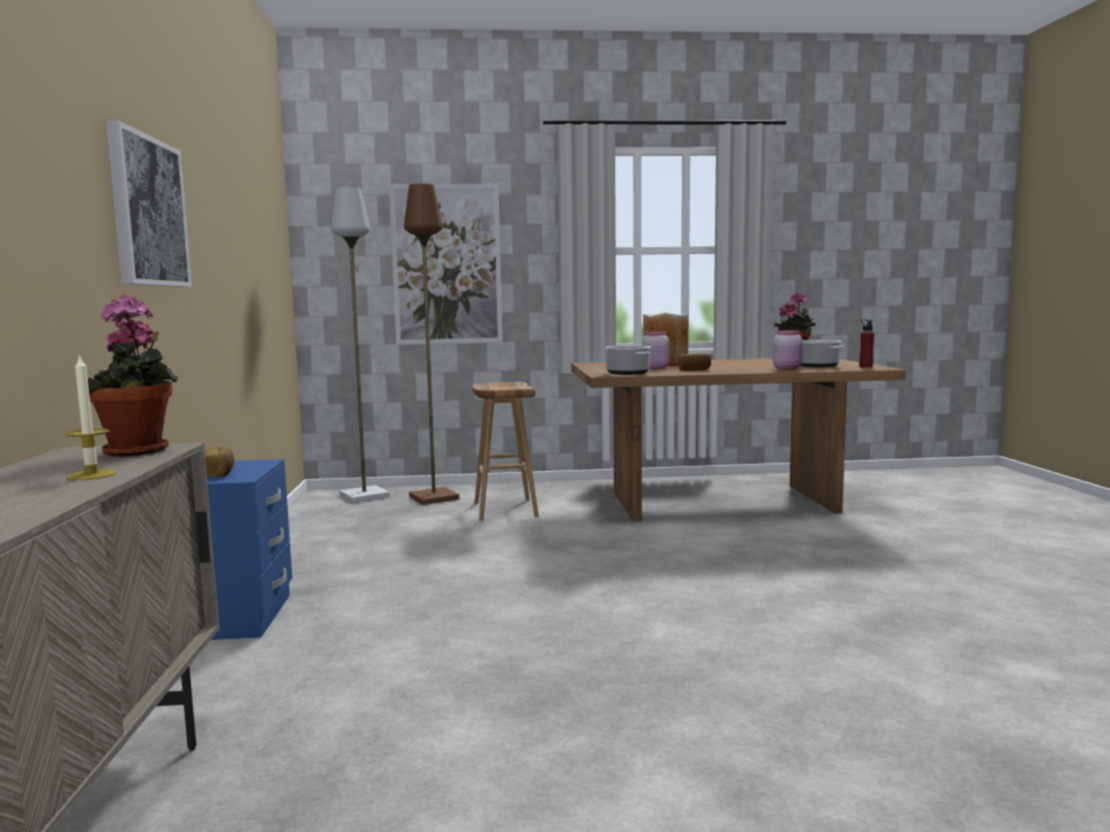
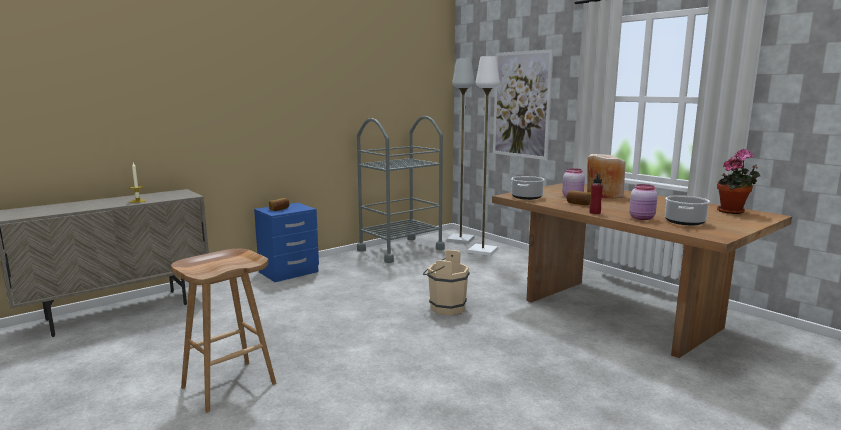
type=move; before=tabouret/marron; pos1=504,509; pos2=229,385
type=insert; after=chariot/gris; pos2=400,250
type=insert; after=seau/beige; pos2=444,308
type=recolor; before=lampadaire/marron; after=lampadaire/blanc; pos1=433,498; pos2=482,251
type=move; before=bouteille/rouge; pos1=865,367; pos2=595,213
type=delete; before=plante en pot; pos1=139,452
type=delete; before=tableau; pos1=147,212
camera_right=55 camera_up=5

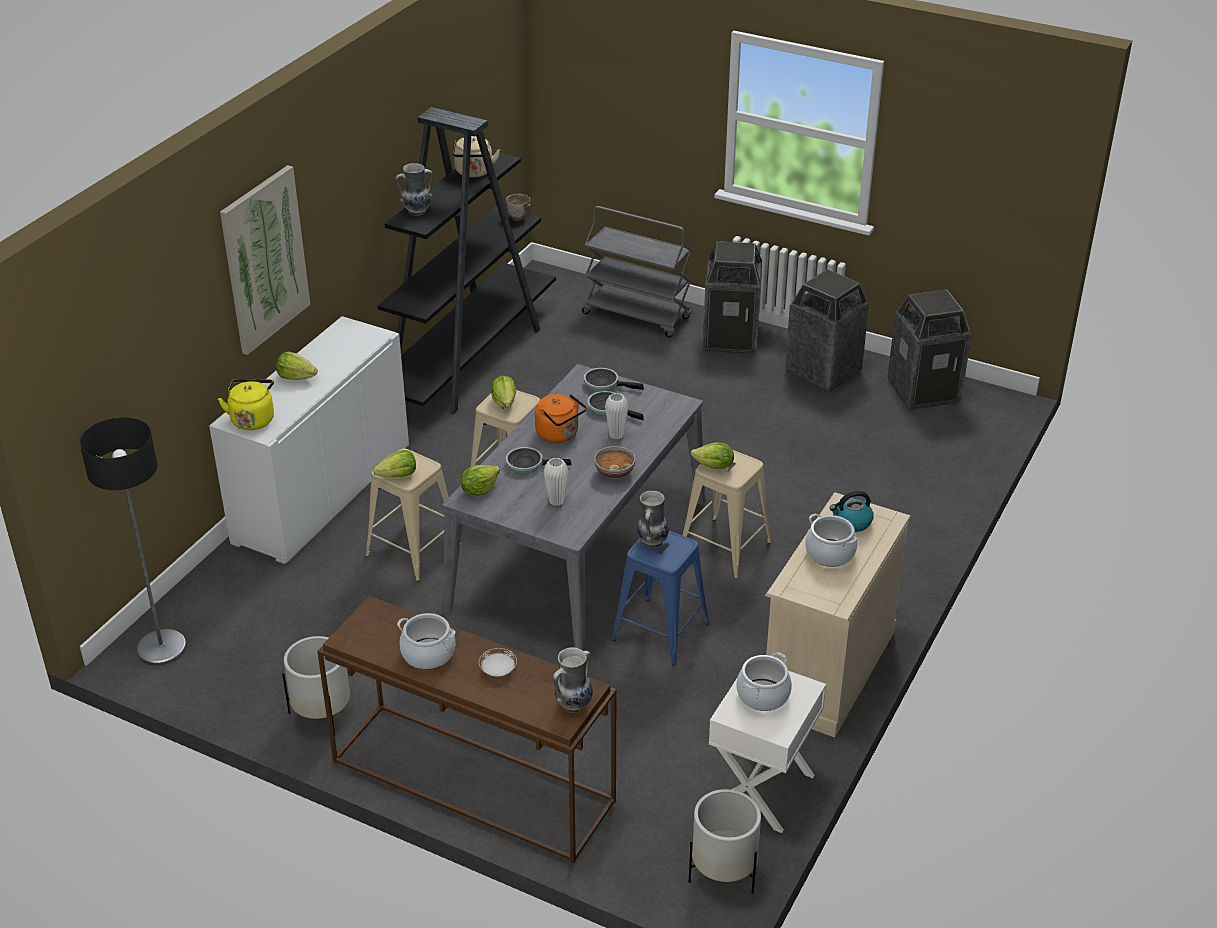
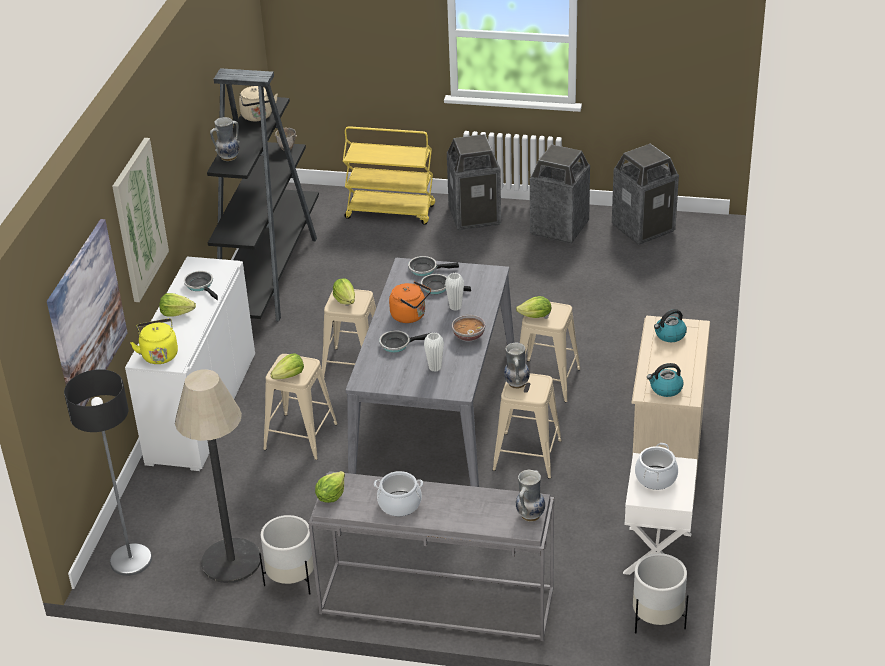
type=insert; after=tableau; pos2=86,317
type=insert; after=lampadaire; pos2=231,561
type=insert; after=poêle; pos2=201,285
type=recolor; before=table console/marron; after=table console/gris; pos1=470,782; pos2=435,602
type=move; before=laitue; pos1=479,490; pos2=331,496
type=recolor; before=chariot/gris; after=chariot/jaune; pos1=637,316; pos2=391,212
type=recolor; before=tabouret/bleu; after=tabouret/beige; pos1=660,631; pos2=527,455
type=insert; after=bouilloire; pos2=665,389
type=delete; before=assiette/blanc; pos1=498,670
type=delete; before=marmite; pos1=830,553
camera_right=-15 camera_up=0

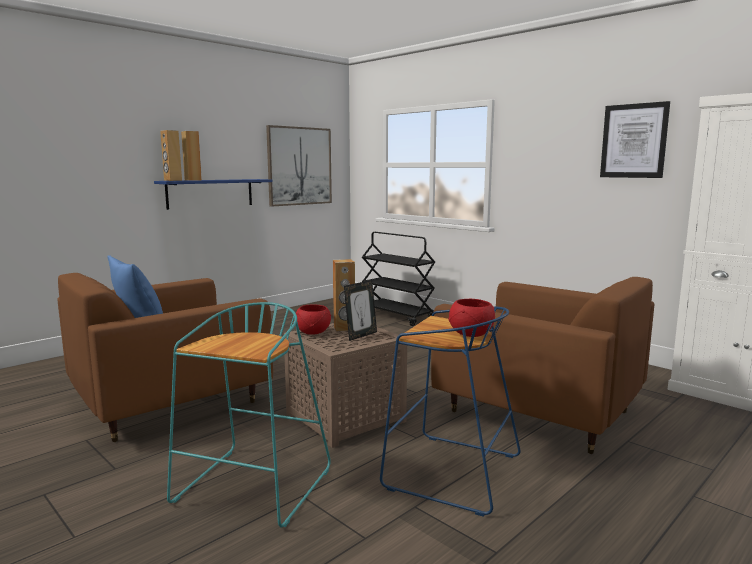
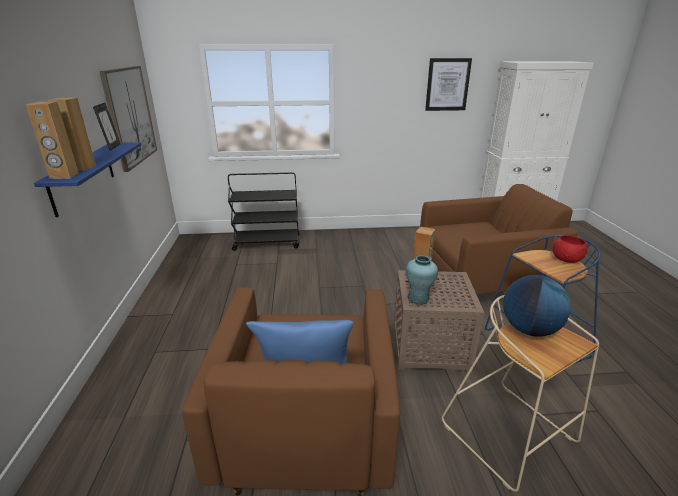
type=move; before=cadre photo; pos1=361,335; pos2=112,147
type=replace; before=bol/rouge; after=vase/turquoise; pos1=312,332; pos2=418,298
type=recolor; before=tabouret/turquoise; after=tabouret/beige; pos1=253,488; pos2=510,434
type=insert; after=globe; pos2=529,329
camera_right=-50 camera_up=15

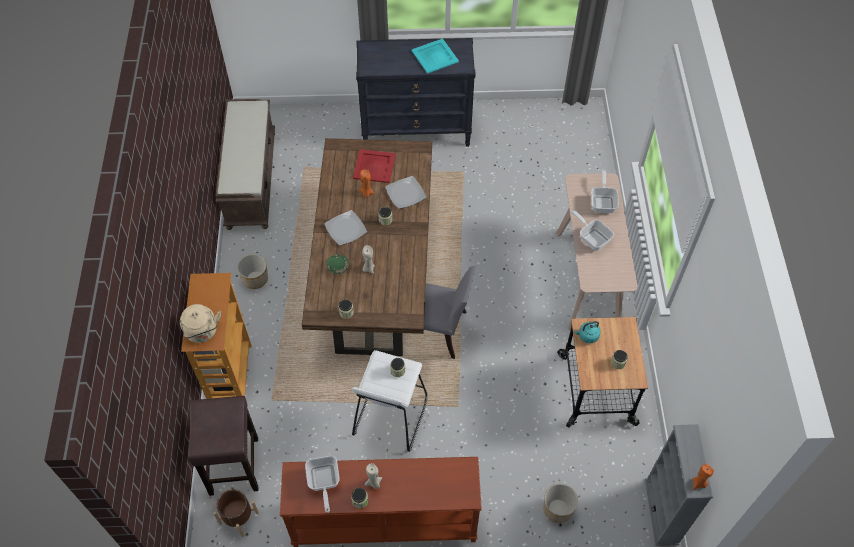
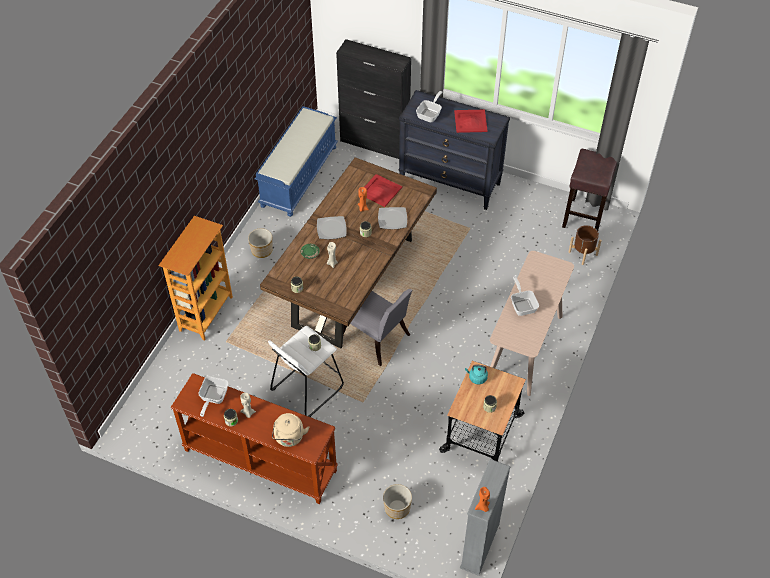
type=recolor; before=banc/marron; after=banc/bleu; pos1=250,179; pos2=298,175
type=move; before=bouilloire/beige; pos1=202,332; pos2=289,438
type=insert; after=meuble de rangement/noir; pos2=375,143
type=move; before=poêle; pos1=603,202; pos2=430,114
type=recolor; before=plateau/turquoise; after=plateau/rouge; pos1=435,56; pos2=471,121
type=move; before=tabouret/marron; pos1=234,464; pos2=584,216
type=move; before=cache-pot/marron; pos1=238,517; pos2=583,253
camera_right=25 camera_up=-5

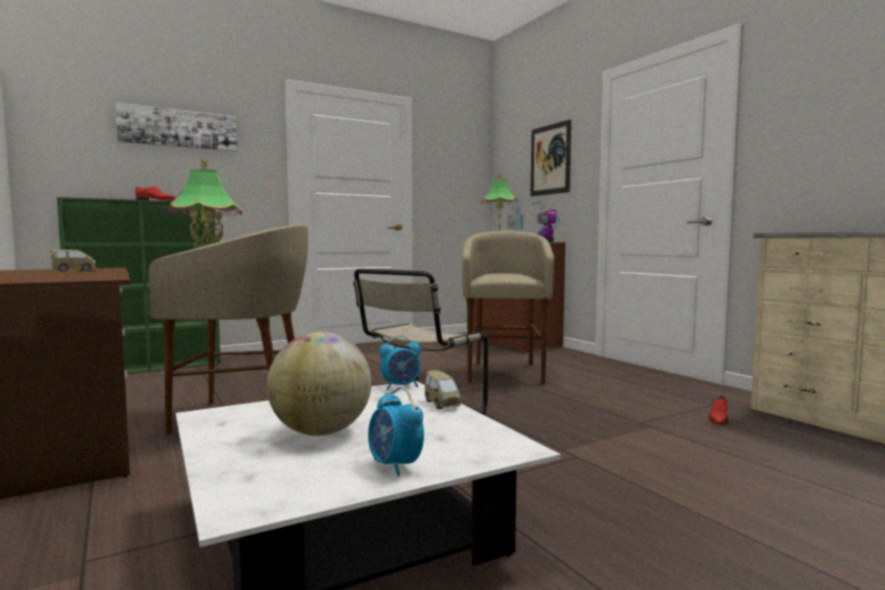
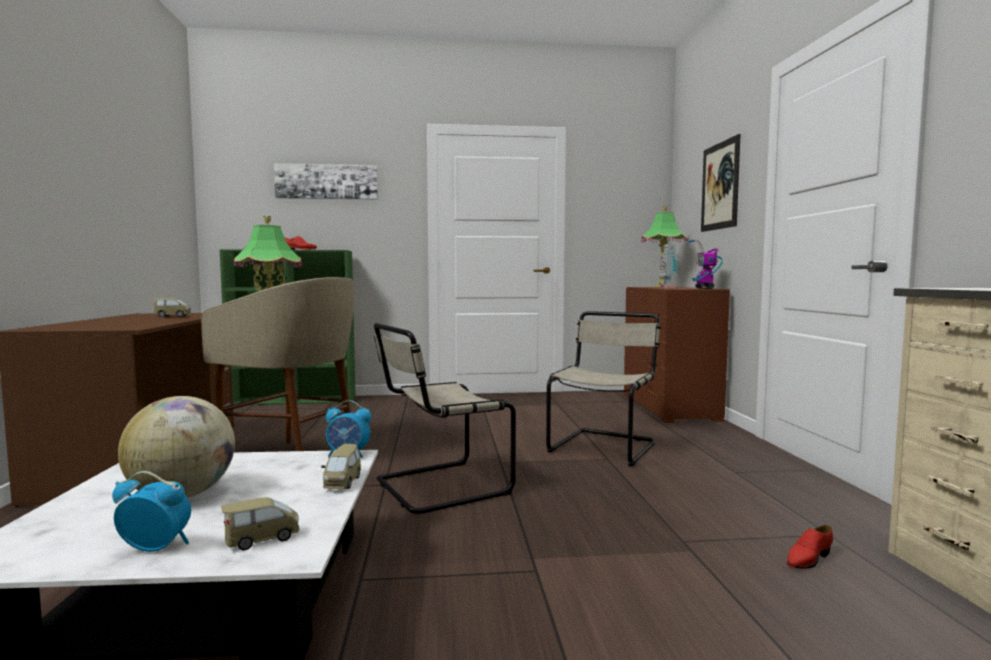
type=rotate; before=réveil; pos1=395,466; pos2=156,548; turn=105
type=insert; after=petite voiture; pos2=262,539
type=replace; before=tabouret/beige; after=chaise/beige; pos1=505,373; pos2=604,447
camera_right=25 camera_up=0

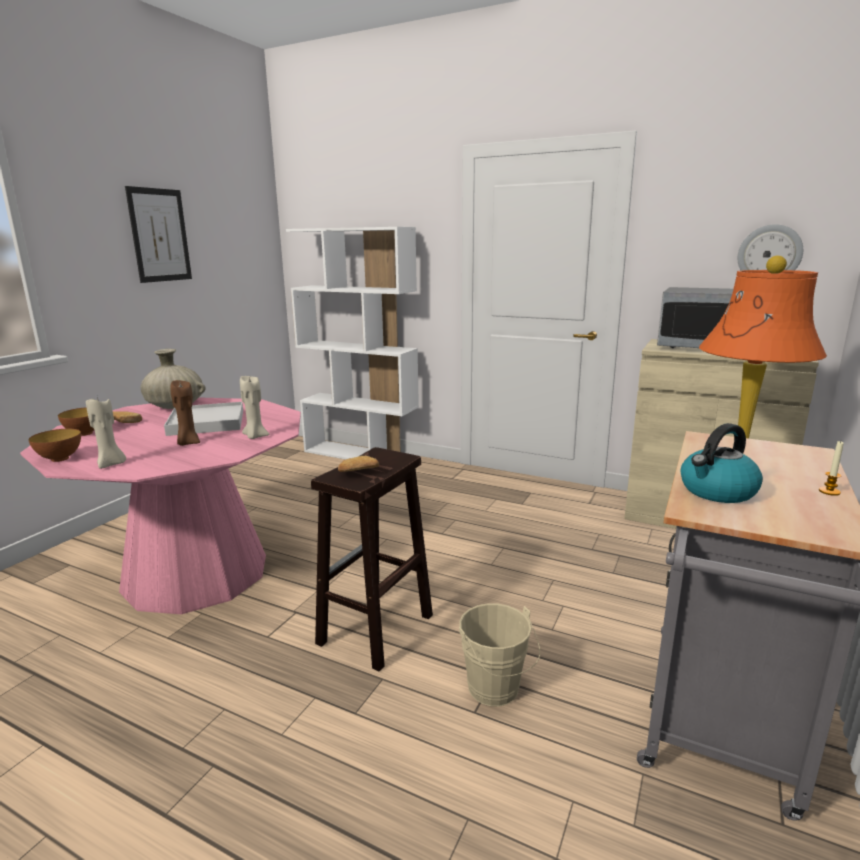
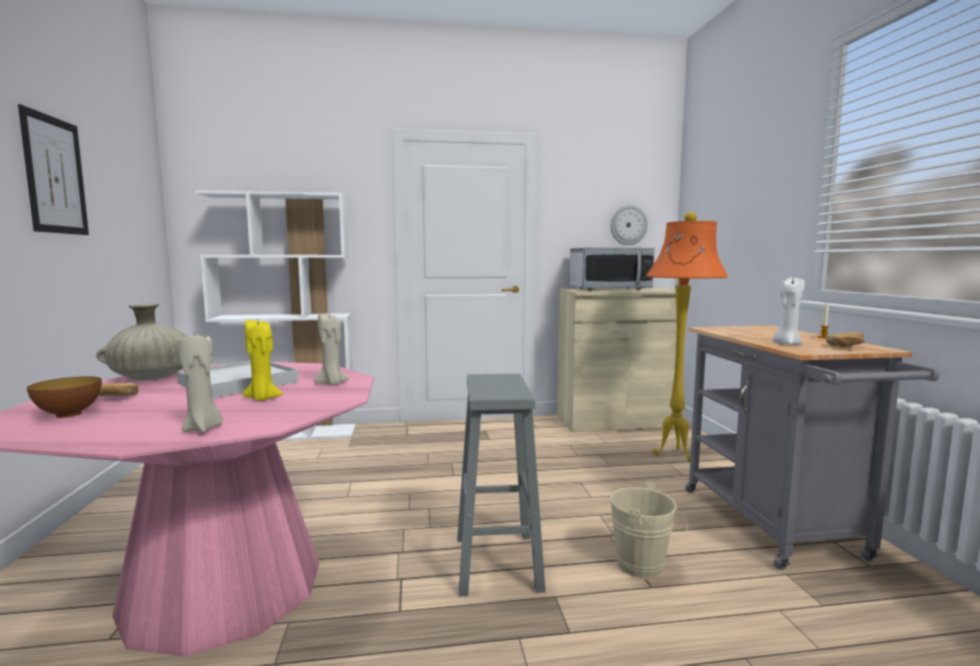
type=recolor; before=bougie/marron; after=bougie/jaune; pos1=188,443; pos2=262,399
type=recolor; before=tabouret/marron; after=tabouret/gris; pos1=375,630; pos2=498,564
type=replace; before=bouilloire; after=bougie/blanc; pos1=717,491; pos2=786,343
type=move; before=pain; pos1=356,473; pos2=847,348
type=delete; before=bol; pos1=60,459
camera_right=-35 camera_up=-10

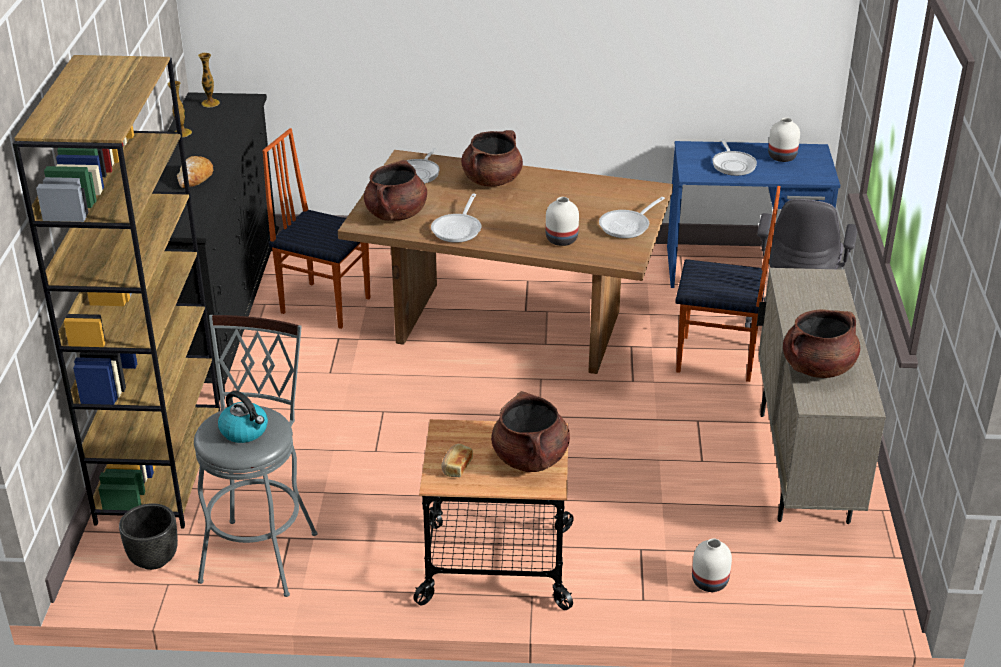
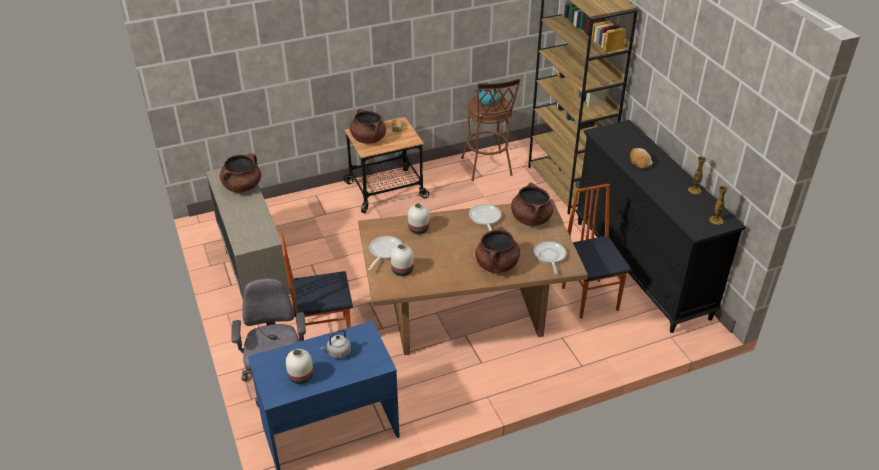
type=replace; before=poêle; after=bouilloire/gris; pos1=733,165; pos2=338,353
type=move; before=vase/blanc; pos1=710,583; pos2=402,270
type=recolor; before=tabouret/gris; after=tabouret/marron; pos1=263,550; pos2=487,169
type=rotate; before=chaise; pos1=325,304; pos2=590,298; turn=-105
type=delete; before=cache-pot/noir; pos1=153,559
camera_right=155 camera_up=5

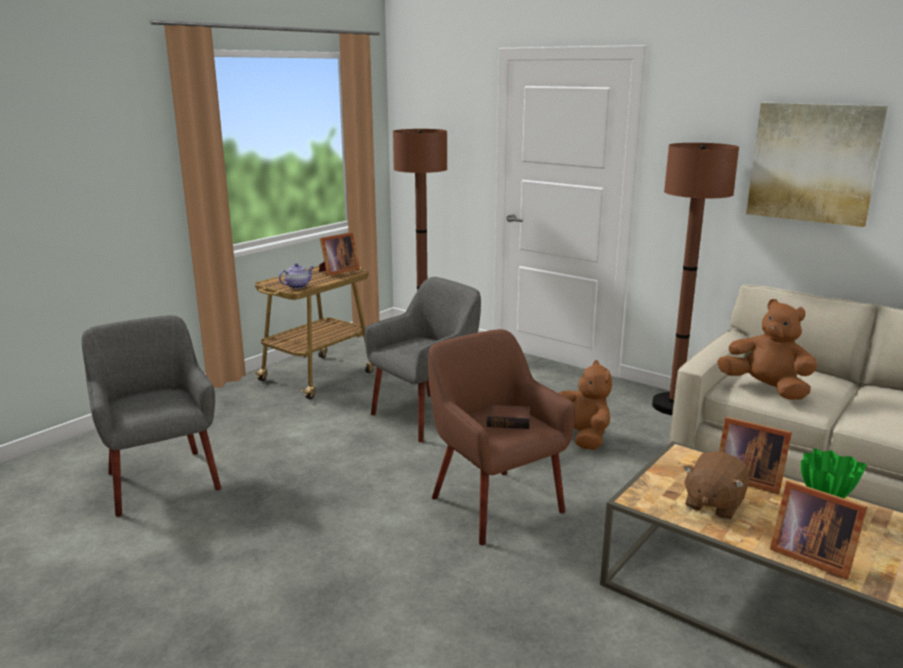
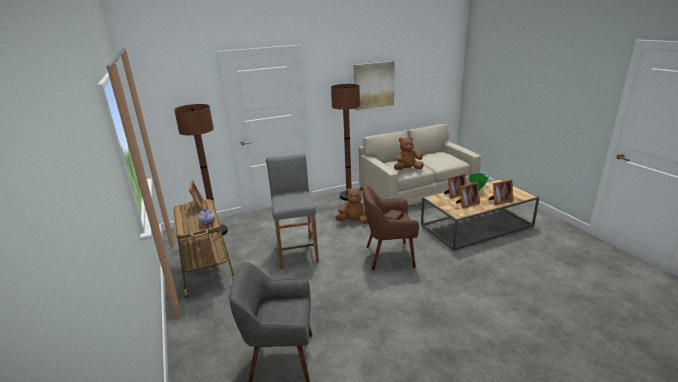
type=replace; before=fauteuil/gris; after=tabouret/gris; pos1=426,416; pos2=297,252
type=replace; before=peluche/marron; after=cadre photo; pos1=713,504; pos2=466,204
camera_right=-60 camera_up=5

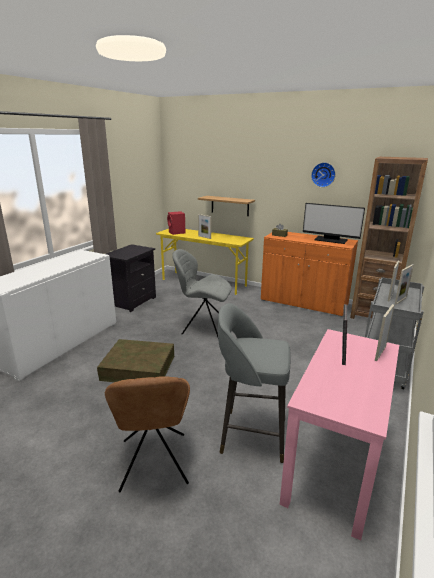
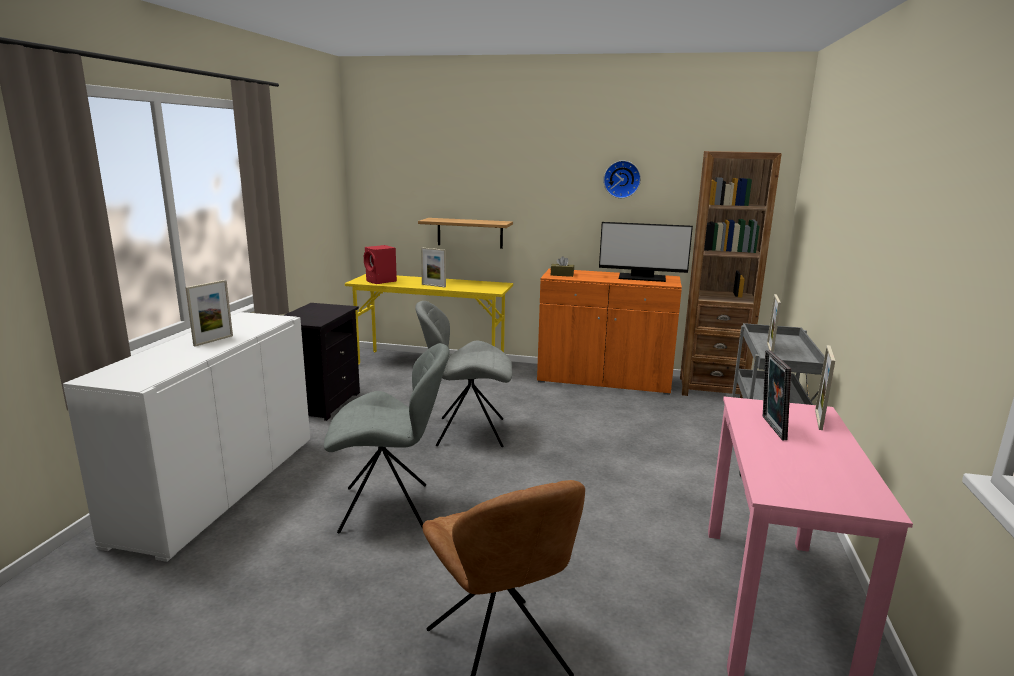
type=move; before=cadre photo; pos1=400,300; pos2=213,341
type=replace; before=boîte de rangement/marron; after=chaise/gris; pos1=138,368; pos2=389,508
type=delete; before=tabouret/gris; pos1=251,435
camera_right=-15 camera_up=-5

